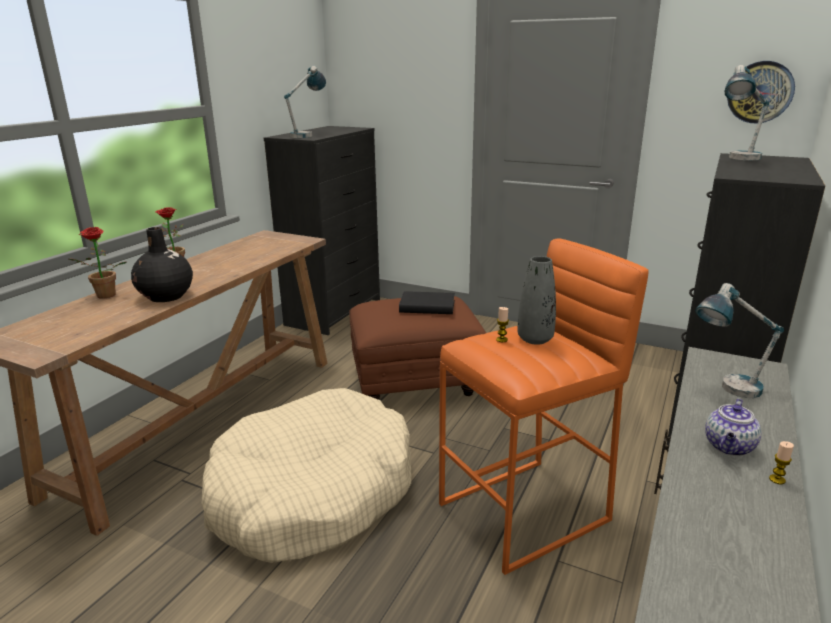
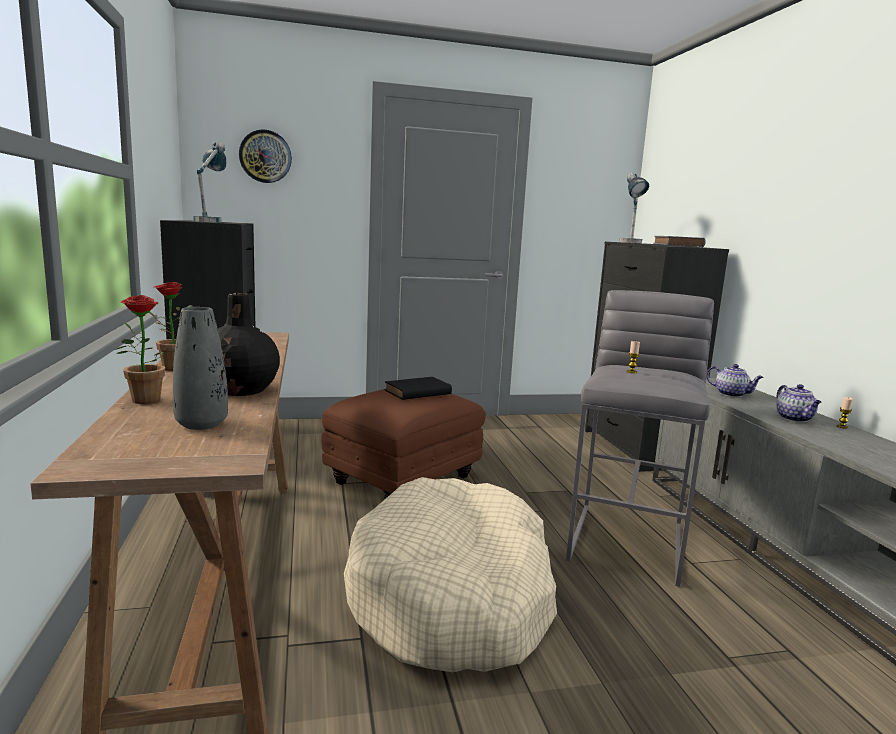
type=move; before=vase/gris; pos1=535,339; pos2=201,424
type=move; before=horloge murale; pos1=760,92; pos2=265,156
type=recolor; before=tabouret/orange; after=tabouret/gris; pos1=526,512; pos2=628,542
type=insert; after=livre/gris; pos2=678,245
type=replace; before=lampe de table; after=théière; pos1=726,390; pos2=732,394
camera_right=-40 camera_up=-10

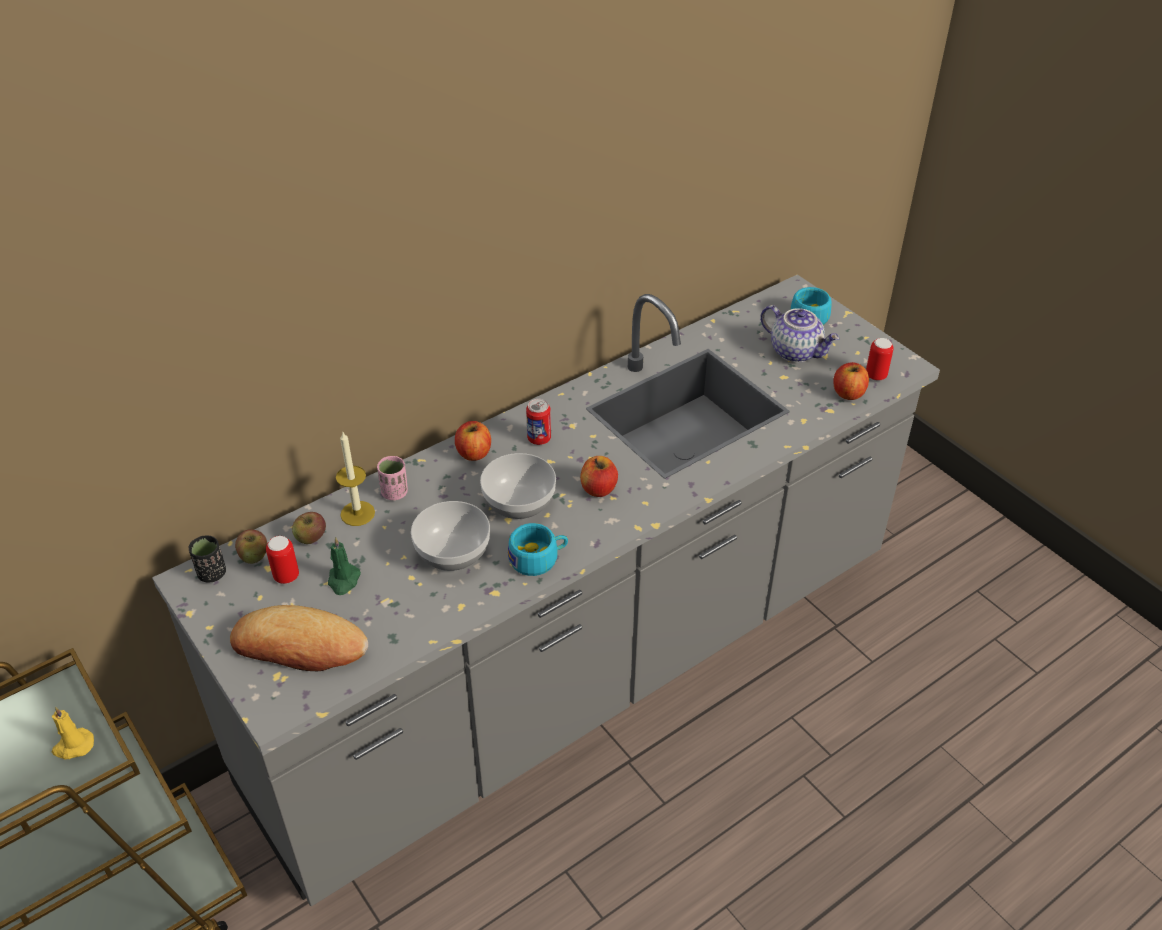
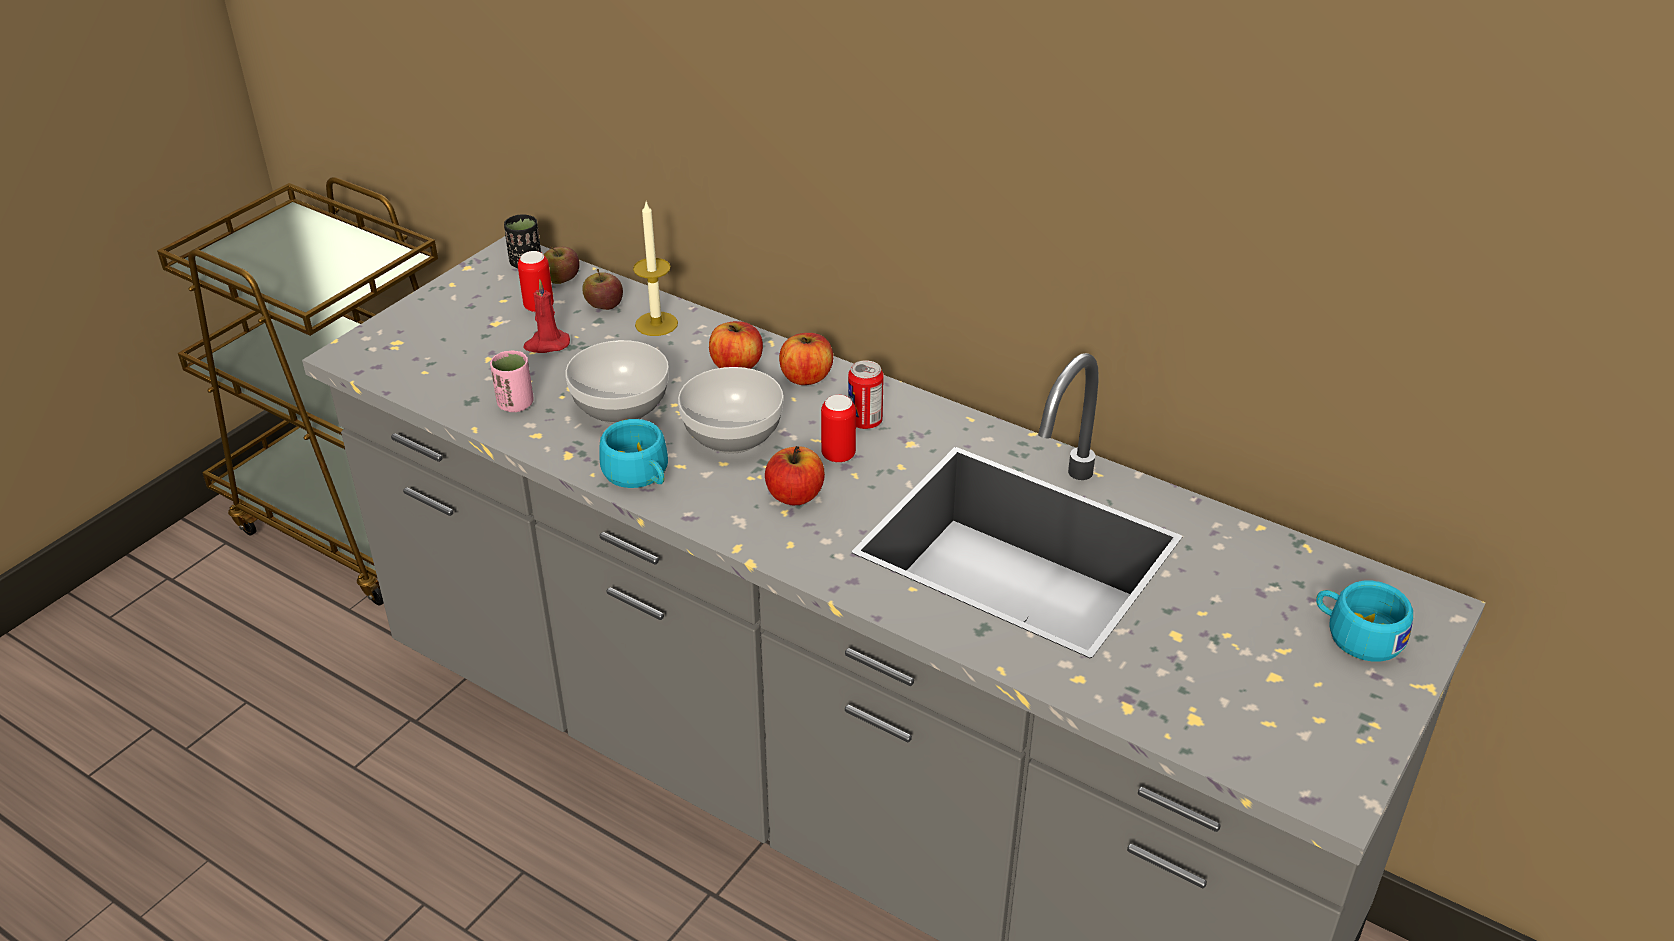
type=move; before=tasse/rose; pos1=394,493; pos2=515,404
type=recolor; before=bougie/vert; after=bougie/rouge; pos1=343,580; pos2=546,344
type=move; before=pomme; pos1=848,393; pos2=736,365
type=move; before=boîte métallique; pos1=875,376; pos2=838,455
type=delete; before=bougie/jaune; pos1=73,746
type=delete; before=pain; pos1=299,646
type=delete; before=théière; pos1=796,351
camera_right=70 camera_up=-5

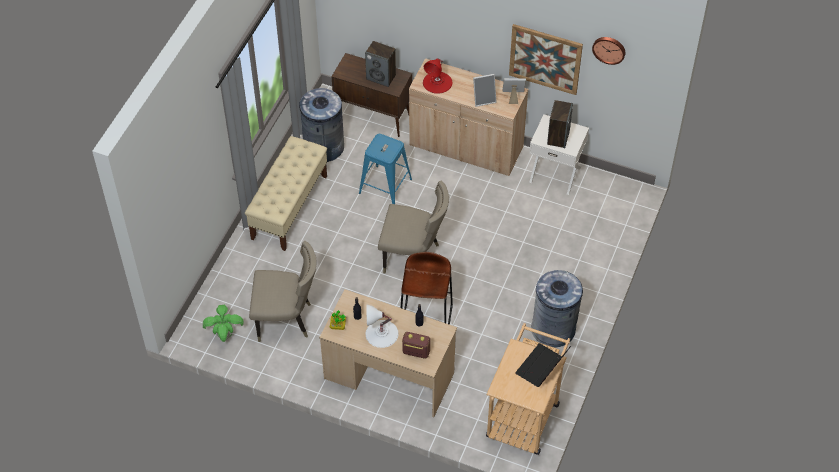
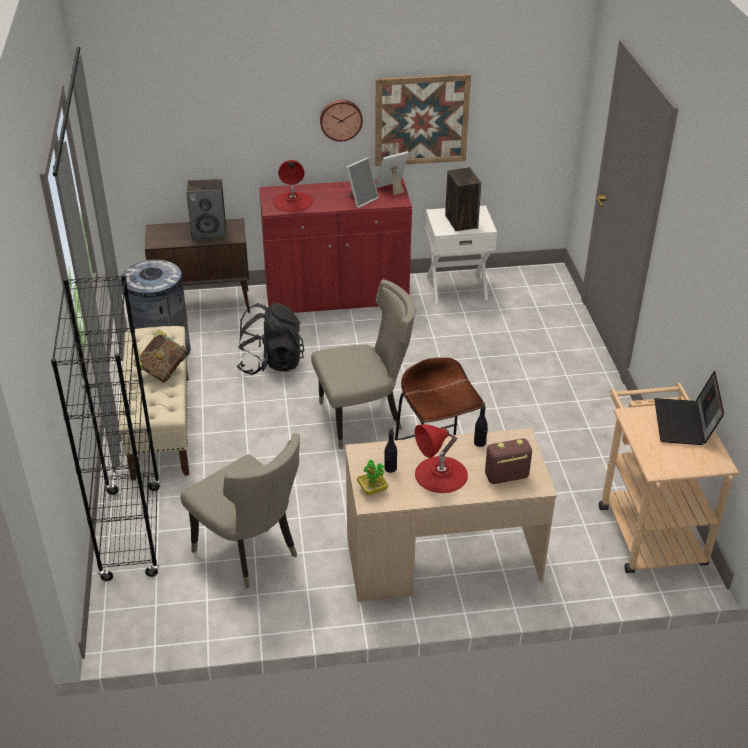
type=insert; after=bibliothèque/noir; pos2=131,533
type=insert; after=livre; pos2=163,371
type=rotate; before=chaise/beige; pos1=287,320; pos2=250,553; turn=75
type=replace; before=tabouret/bleu; after=sac à dos/noir; pos1=385,186; pos2=271,363
type=recolor; before=meuble de rangement/beige; after=meuble de rangement/rouge; pos1=466,147; pos2=336,296
type=move; before=horloge murale; pos1=609,49; pos2=341,119
type=recolor; before=lampe de table/blanc; after=lampe de table/rouge; pos1=381,333; pos2=441,474
type=delete; before=plante en pot; pos1=224,335
type=delete; before=poubelle/gris; pos1=553,329
camera_right=-30 camera_up=-15

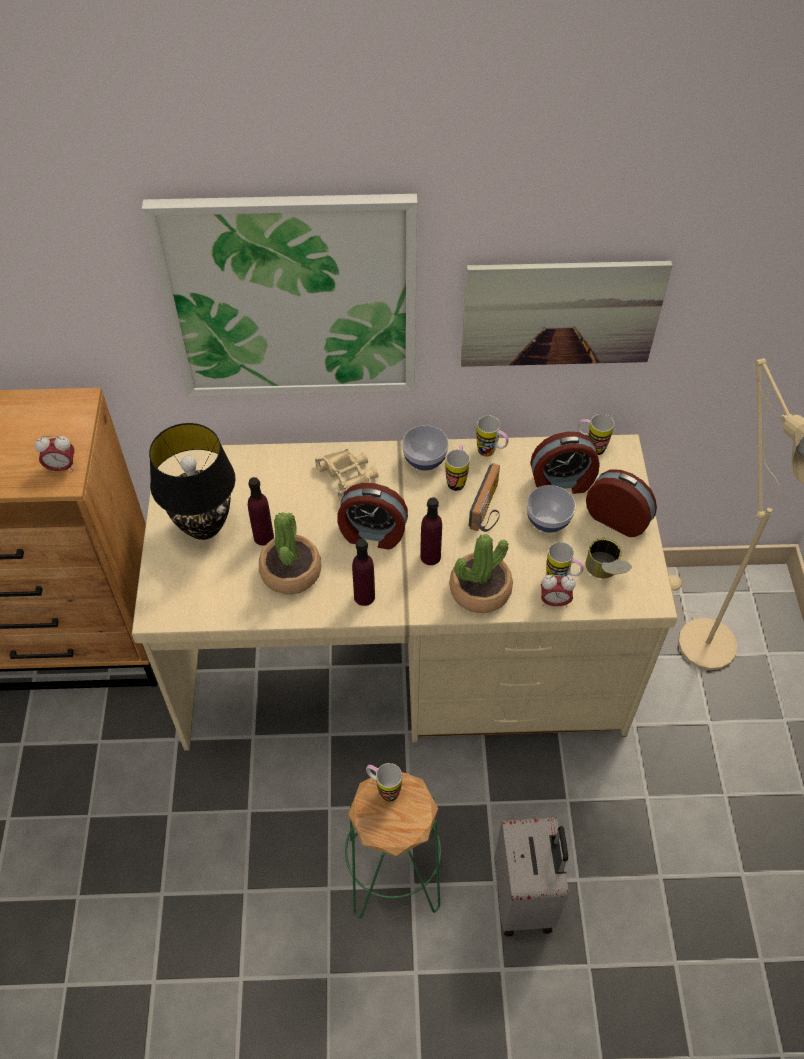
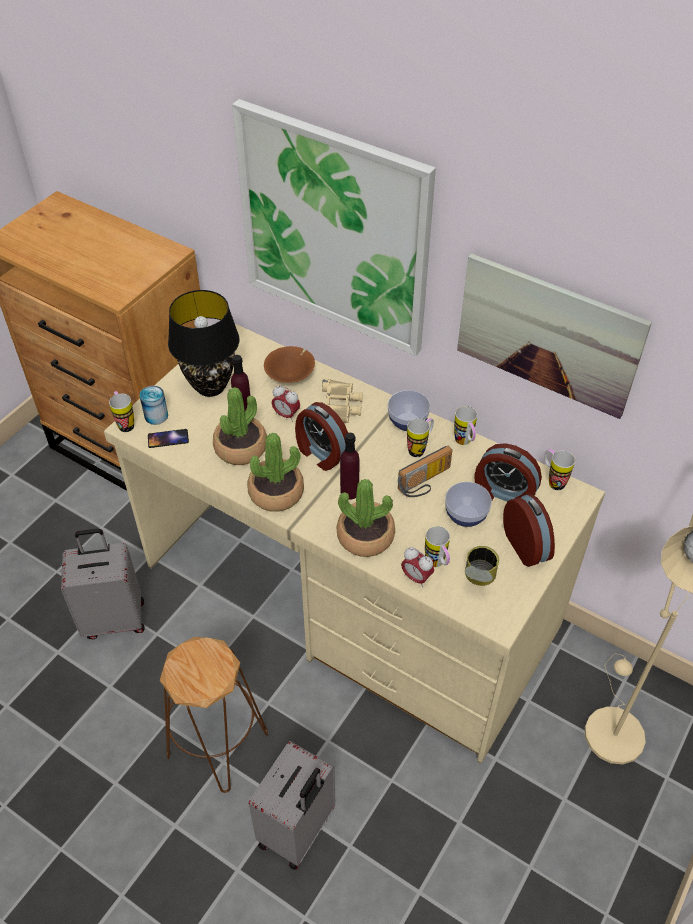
type=insert; after=valise/gris; pos2=114,618
type=move; before=mug; pos1=383,789; pos2=125,423
type=insert; after=boîte métallique; pos2=156,416
type=insert; after=téléphone; pos2=168,439
type=recolor; before=tabouret/vert; after=tabouret/marron; pos1=393,873; pos2=216,744
type=replace; before=bouteille/violet; after=plante en pot; pos1=364,596; pos2=276,493
type=insert; after=bol/marron; pos2=291,377
type=move; before=réveil; pos1=61,467; pos2=286,415
camera_right=35 camera_up=-5

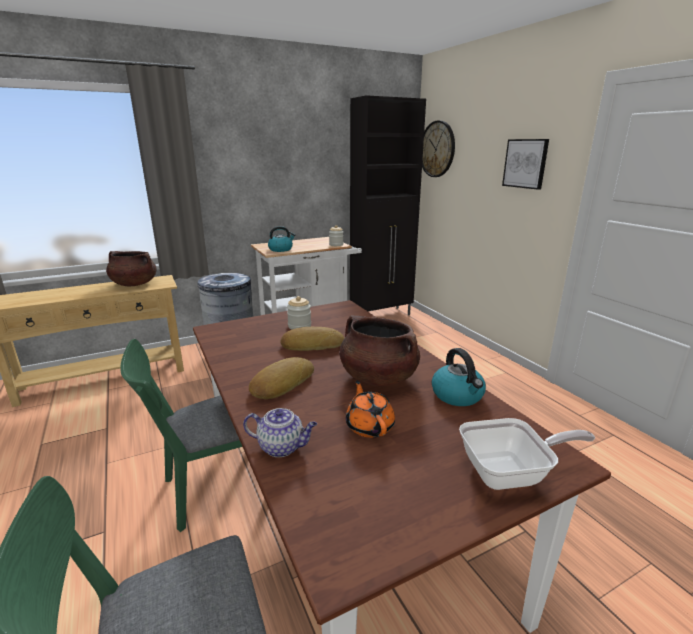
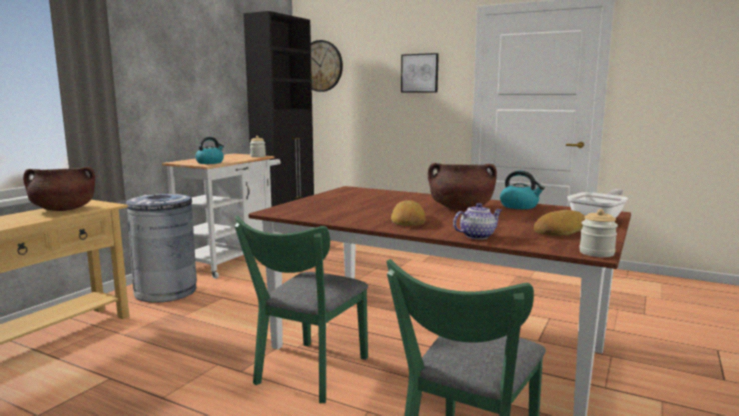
type=move; before=pain; pos1=312,344; pos2=559,230
type=move; before=bocal; pos1=299,326; pos2=596,253
type=delete; before=théière/orange; pos1=369,426
camera_right=-35 camera_up=-10

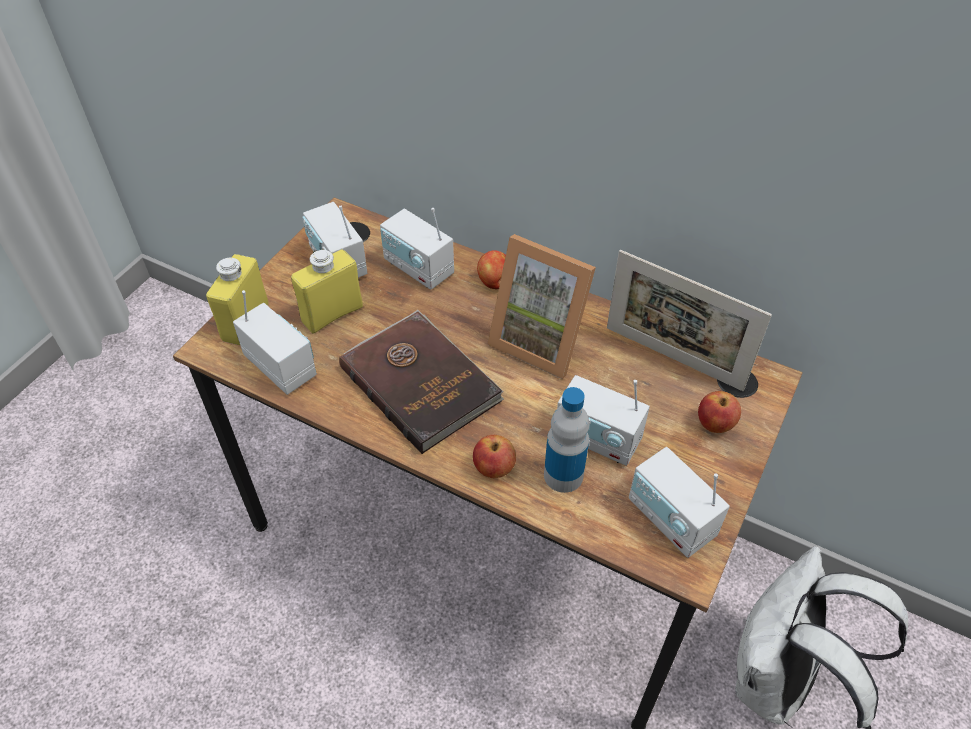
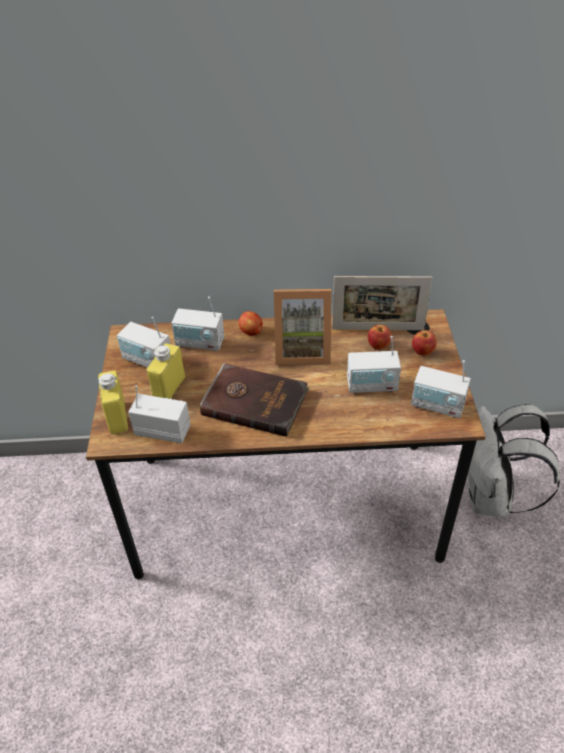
type=move; before=pomme; pos1=494,469; pos2=378,346
type=delete; before=bouteille; pos1=563,475
camera_right=-30 camera_up=-5

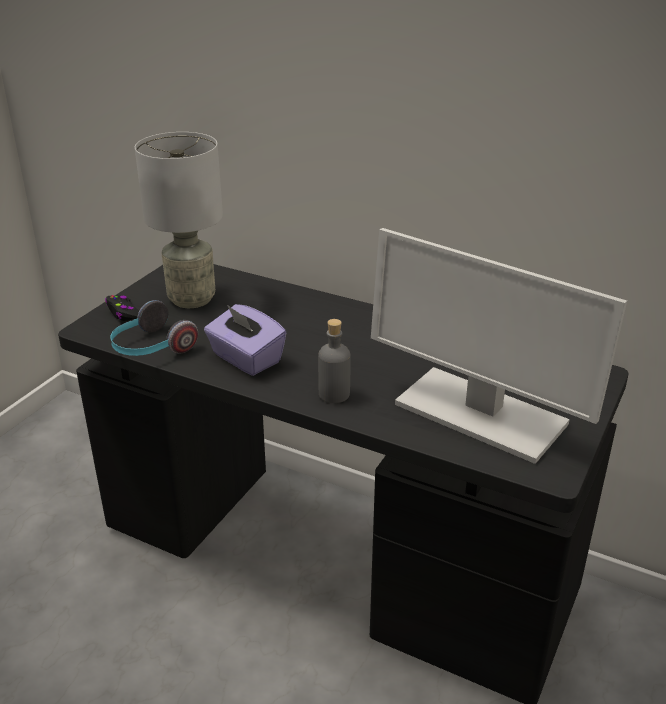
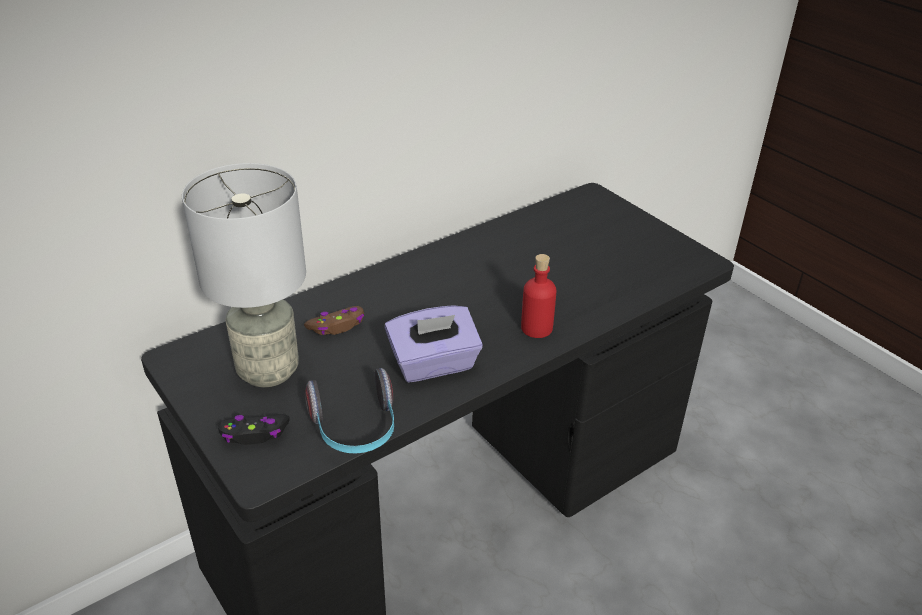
type=insert; after=manette/marron; pos2=337,326
type=recolor; before=bouteille/gris; after=bouteille/rouge; pos1=334,394; pos2=536,328
type=delete; before=écran d'ordinateur; pos1=478,414
camera_right=-65 camera_up=5

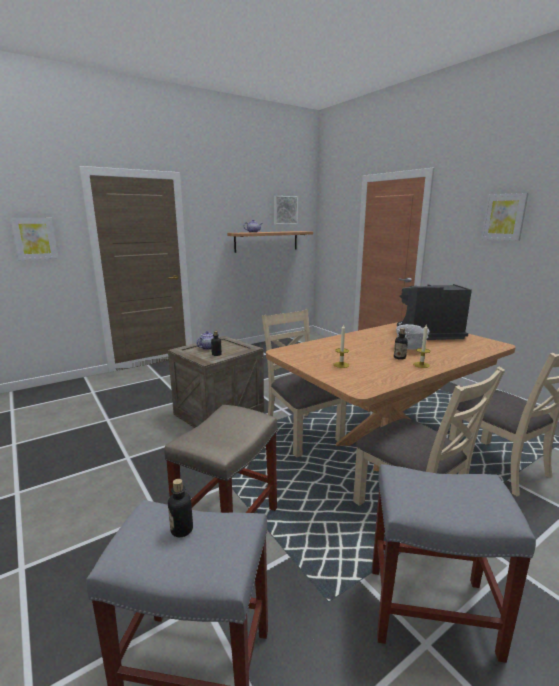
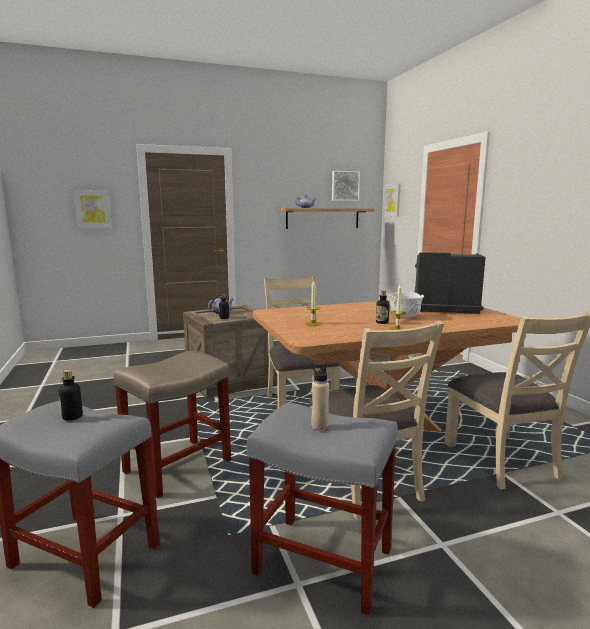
type=insert; after=bouteille/beige; pos2=319,425
type=move; before=tableau; pos1=504,217; pos2=392,200
camera_right=15 camera_up=-5

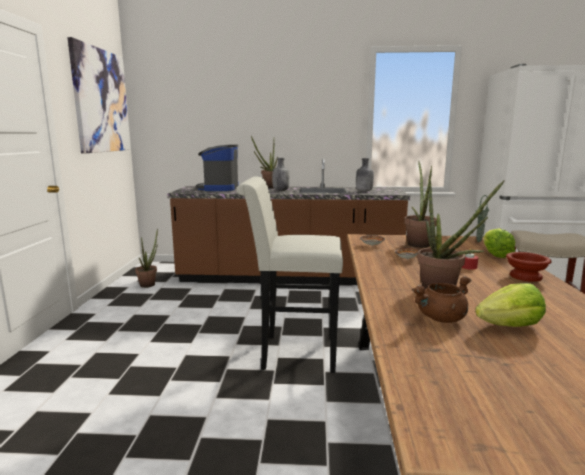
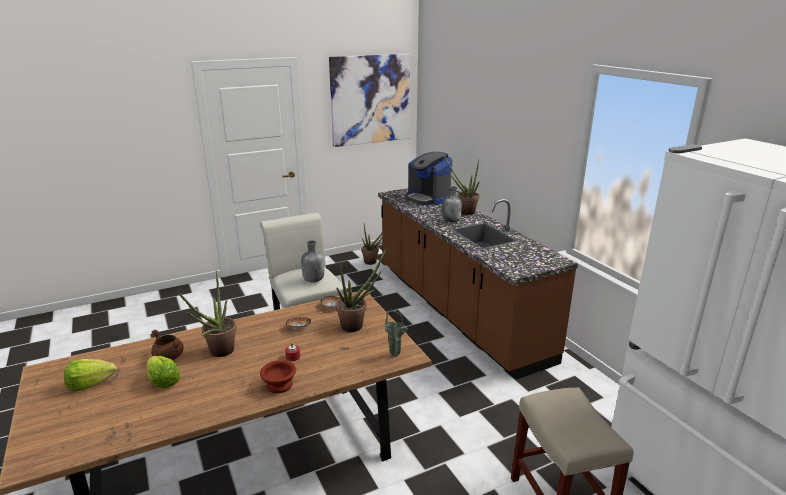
type=move; before=laitue; pos1=495,255; pos2=90,384
type=move; before=bouteille/gris; pos1=363,191; pos2=313,280
type=rotate; before=machine à café; pos1=218,188; pos2=428,198; turn=-105
camera_right=60 camera_up=10

